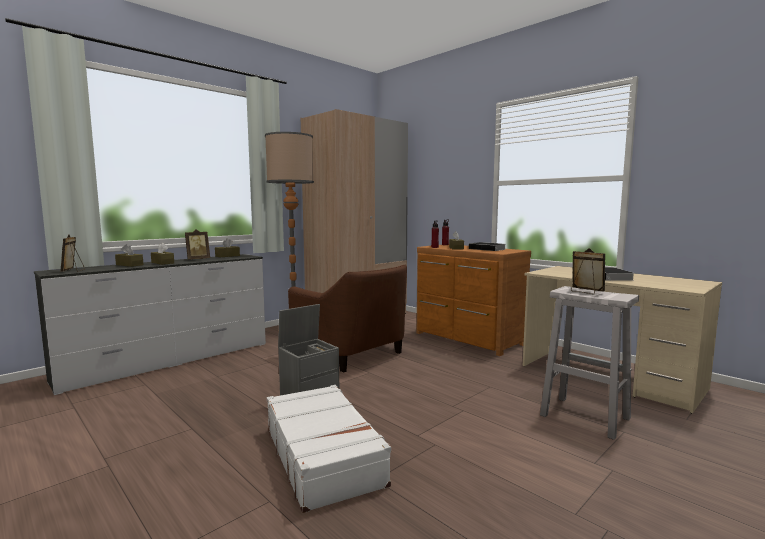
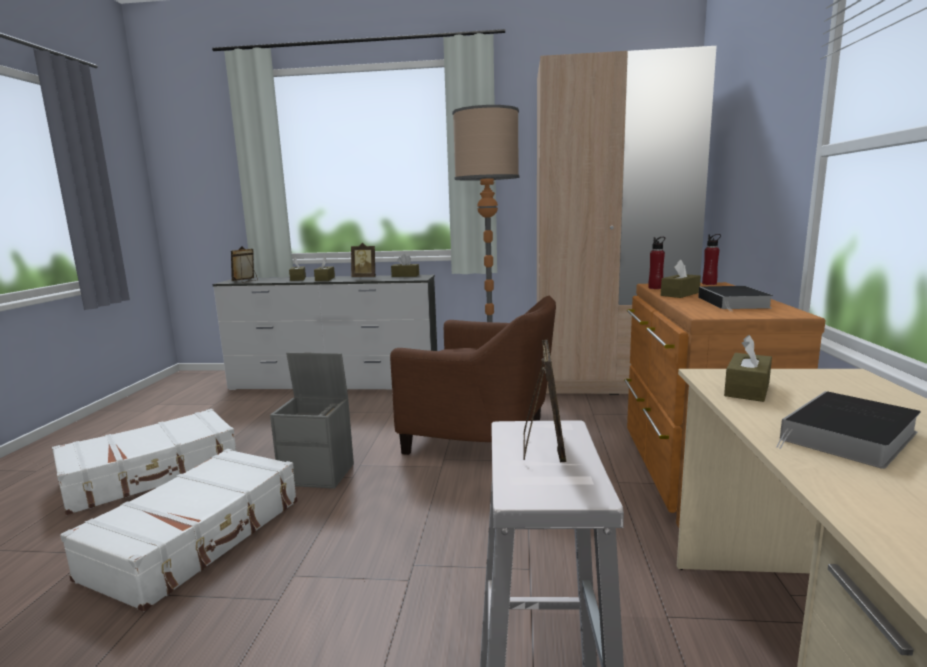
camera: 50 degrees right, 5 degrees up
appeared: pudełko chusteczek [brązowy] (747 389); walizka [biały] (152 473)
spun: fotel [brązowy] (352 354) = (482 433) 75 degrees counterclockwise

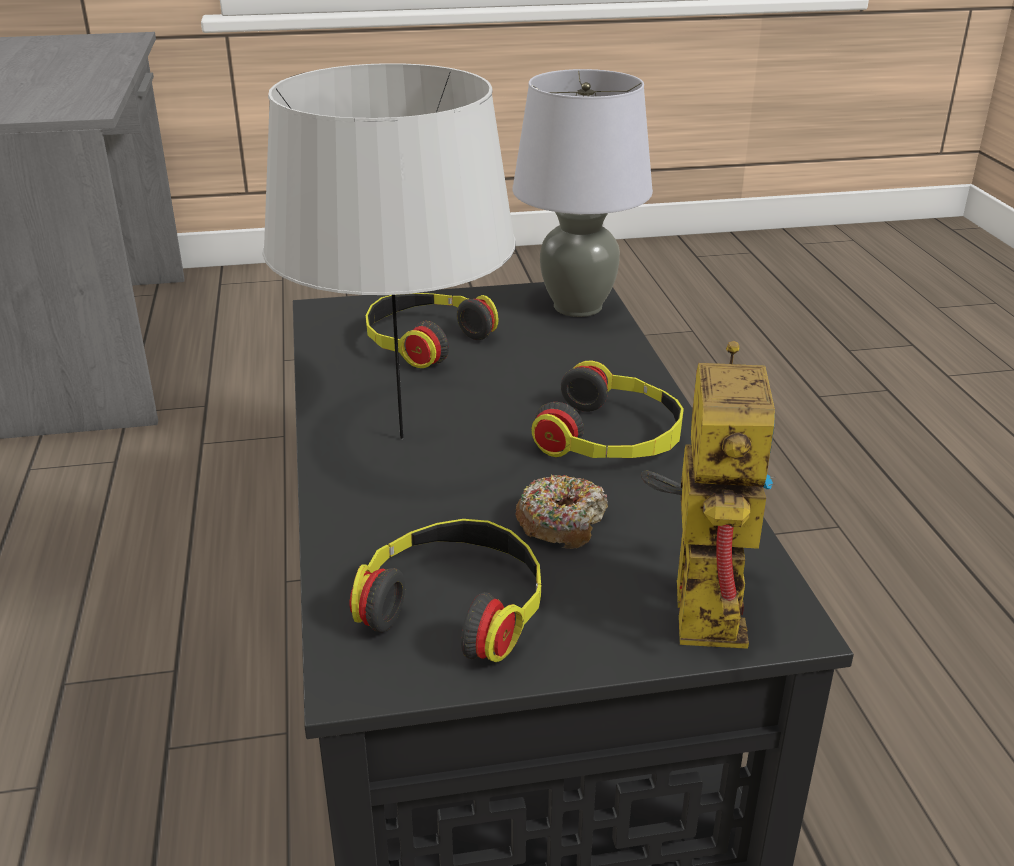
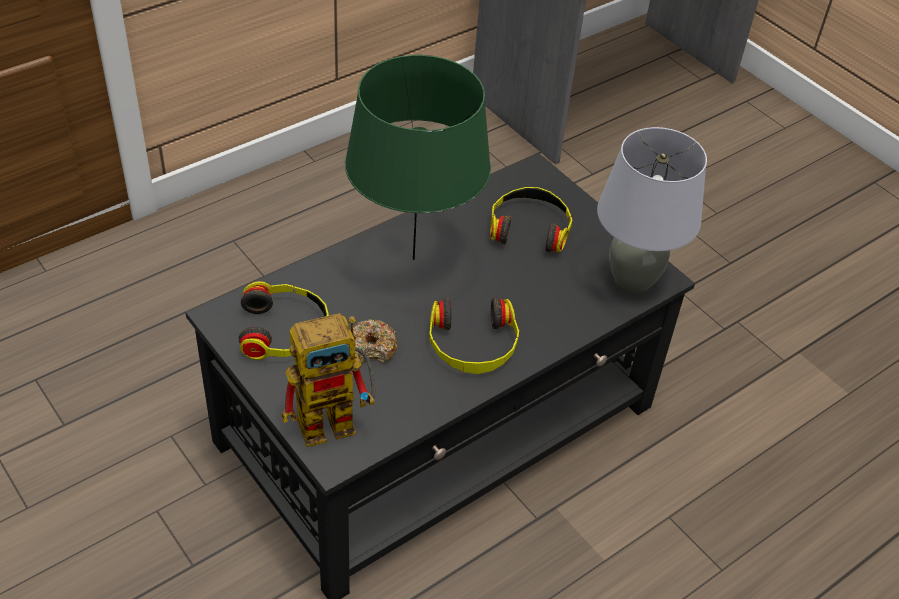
camera: 60 degrees right, 15 degrees up
colour: lampa stołowa [szary] (400 438) to lampa stołowa [zielony] (413 258)

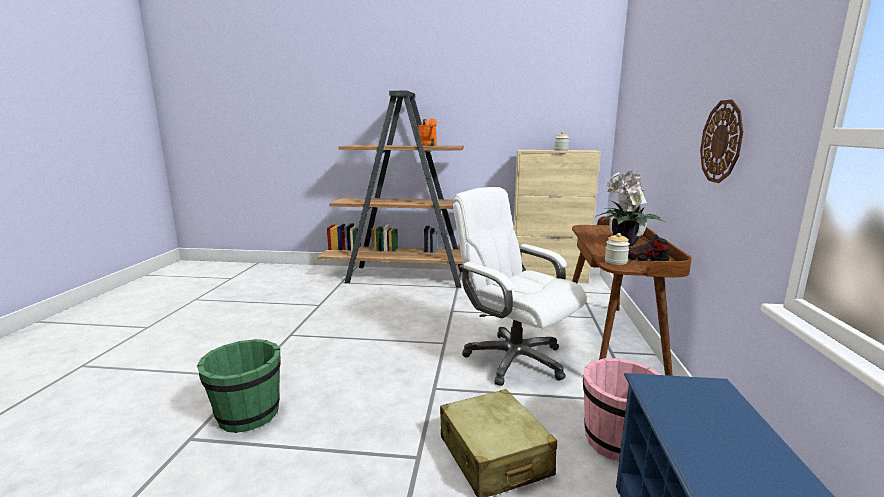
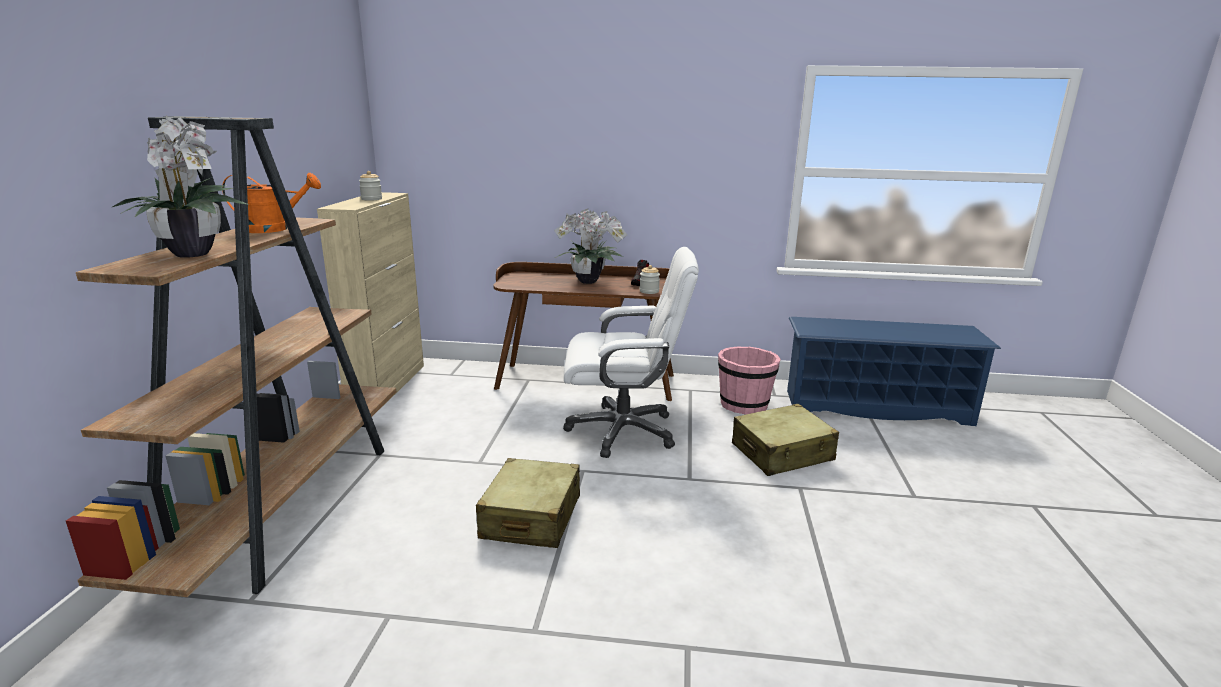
camera: 90 degrees left, 5 degrees up
missing: zegar ścienny (721 141); wiadro [zielony] (247 415)
appeared: roślina doniczkowa (193 253); walizka [beżowy] (531 517)
spun: krzesło biurowe [biały] (514 359) = (624 430) 135 degrees counterclockwise

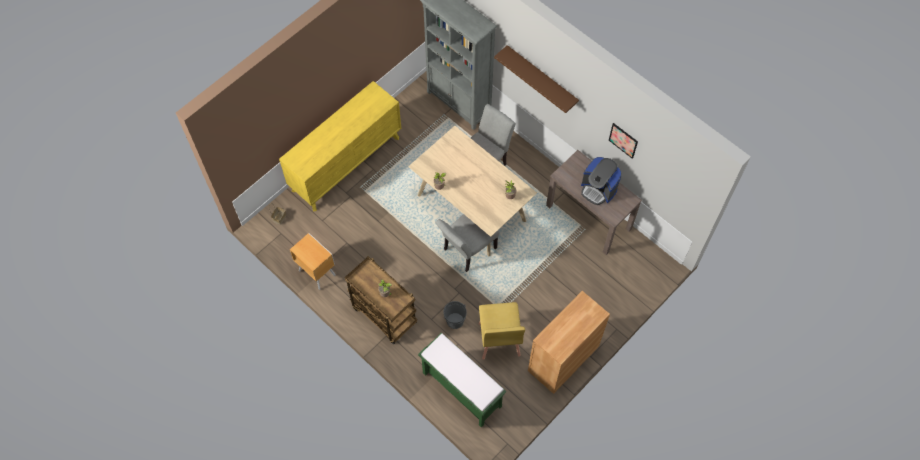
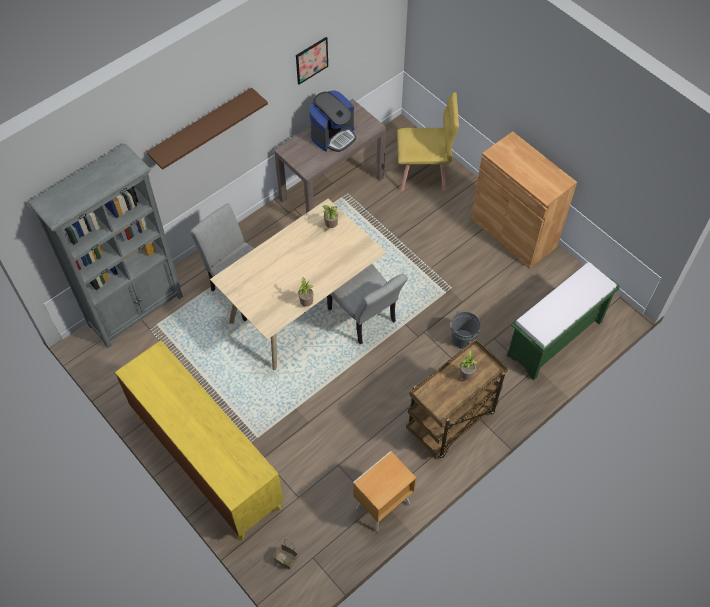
camera: 85 degrees left, 5 degrees down
relocated: krzesło [żółty] (499 340) to (423 174)

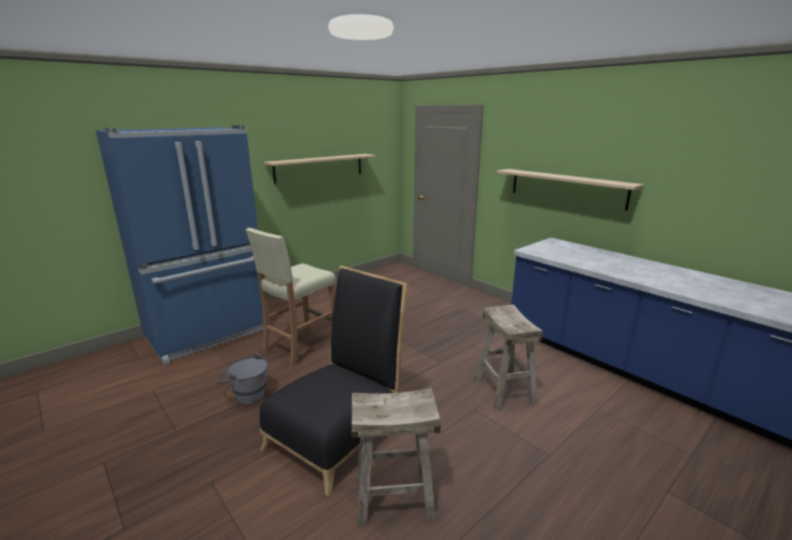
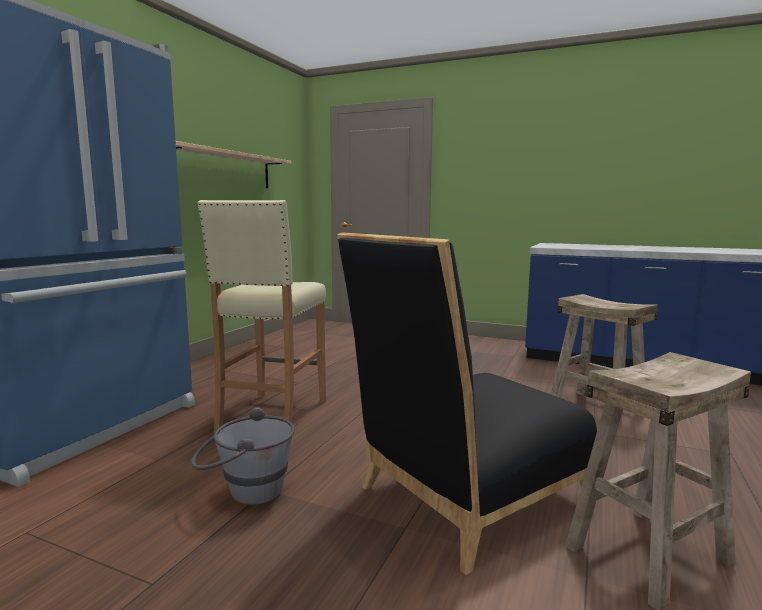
camera: 25 degrees left, 10 degrees down
missing: półka (566 188)
spun: krzesło [czarny] (339 432) = (464 499) 135 degrees counterclockwise

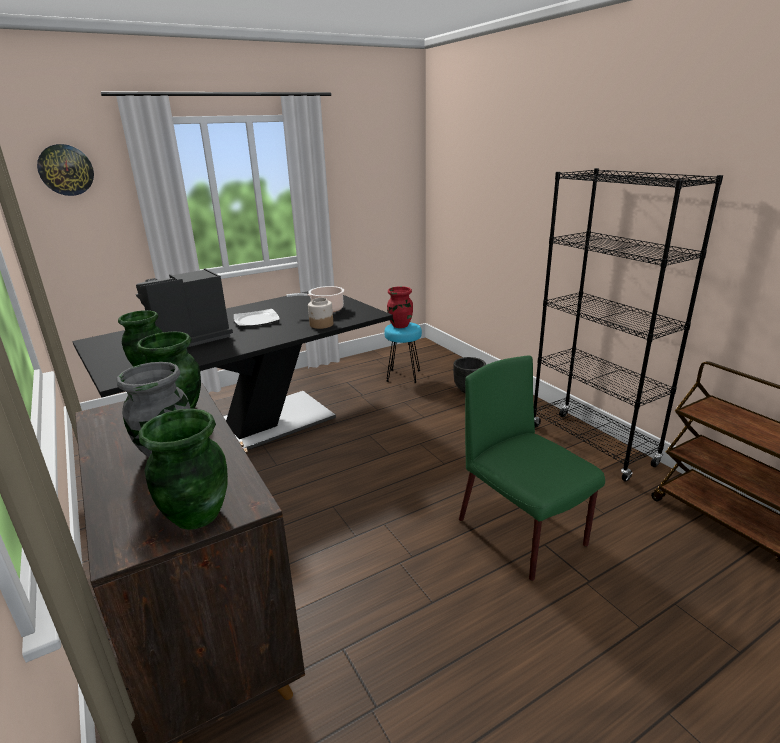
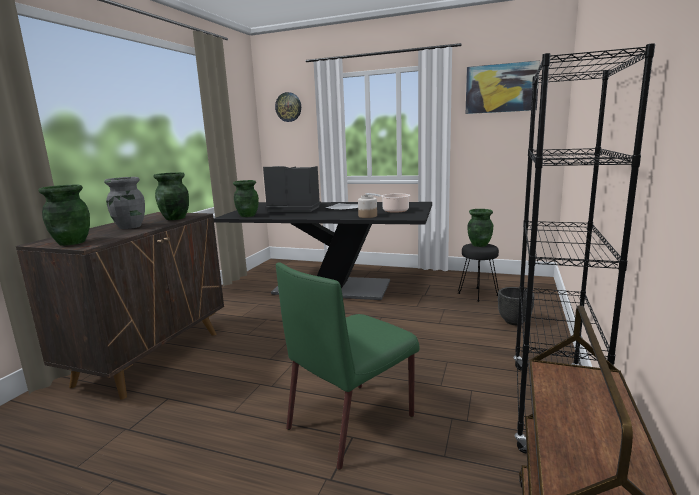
camera: 50 degrees right, 10 degrees down
appeared: obraz (501 88)
colour: wazon [czerwony] (400 325) to wazon [zielony] (479 245); stołek [turkusowy] (404 376) to stołek [czarny] (478 295)
spun: krzesło [zielony] (523 533) = (352 421) 150 degrees counterclockwise

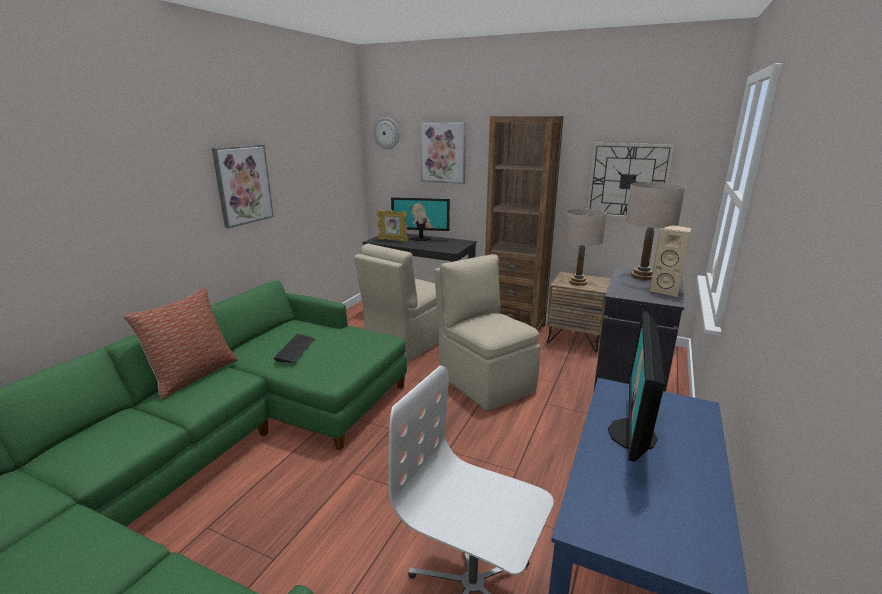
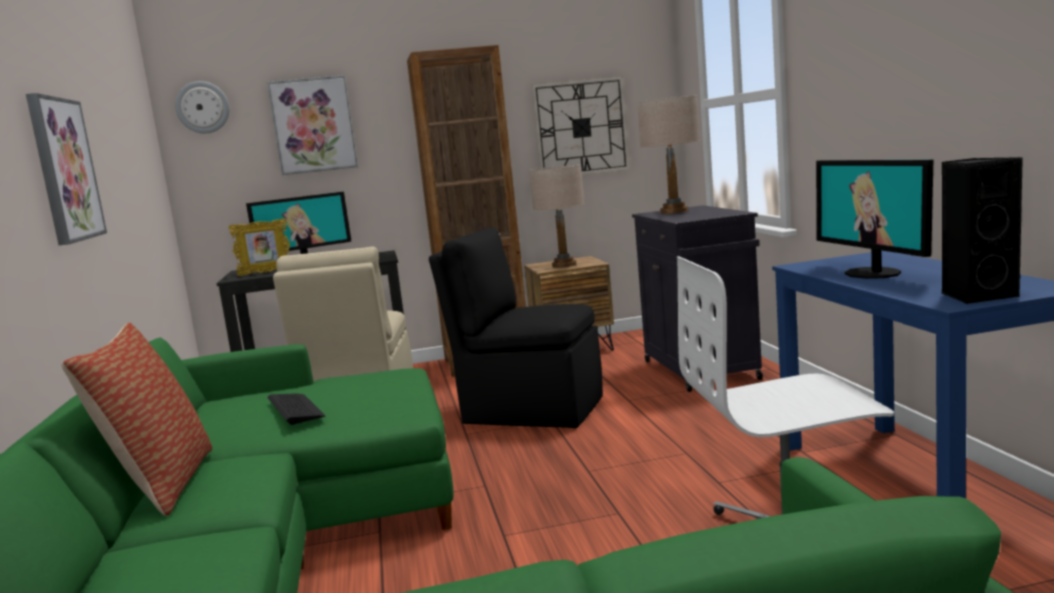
camera: 35 degrees left, 10 degrees down
missing: głośnik [beżowy] (666 291)
appeared: głośnik [czarny] (976 296)
colour: krzesło [beżowy] (484 381) to krzesło [czarny] (530 410)

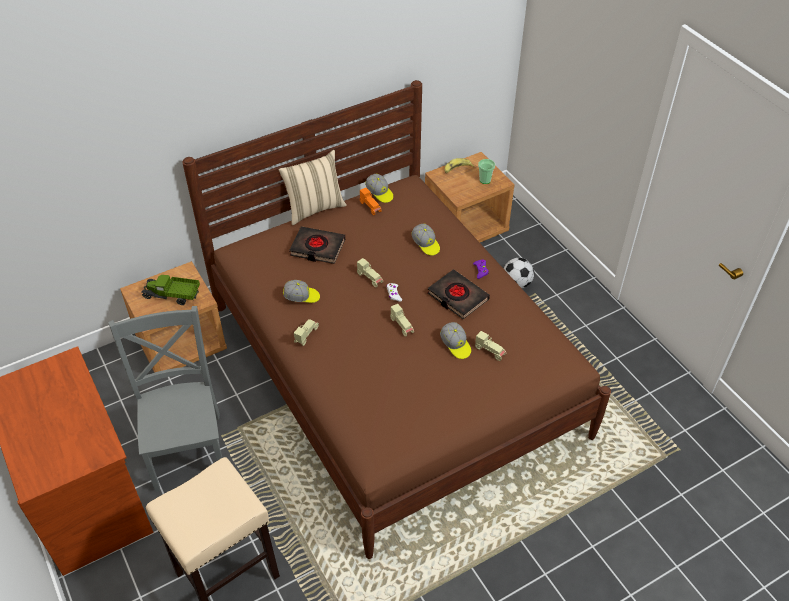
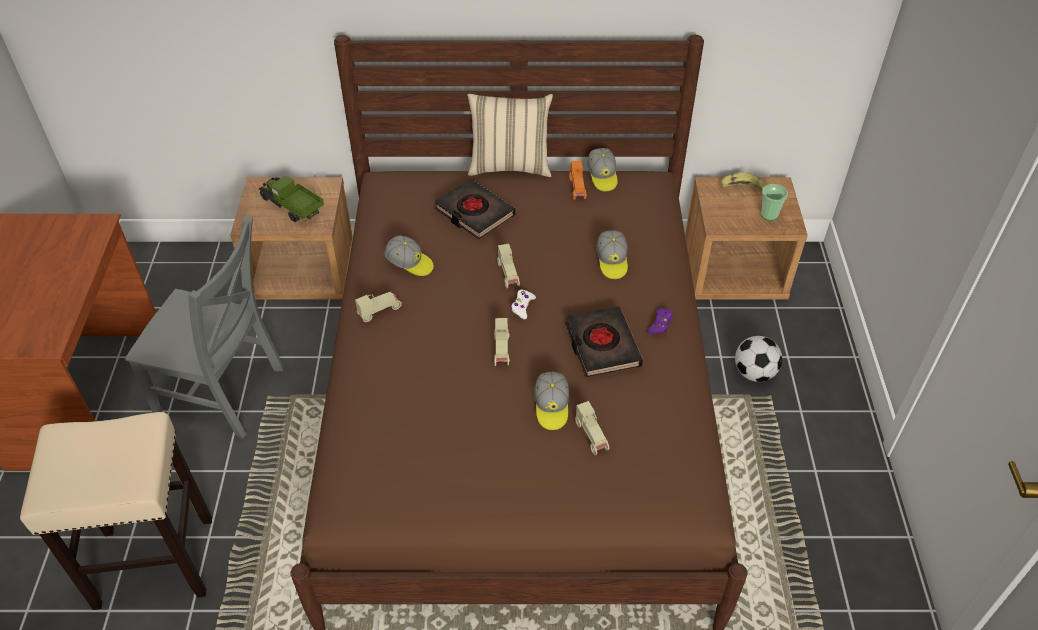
camera: 30 degrees right, 0 degrees up
spun: krzesło [szary] (188 447) = (225 393) 90 degrees clockwise

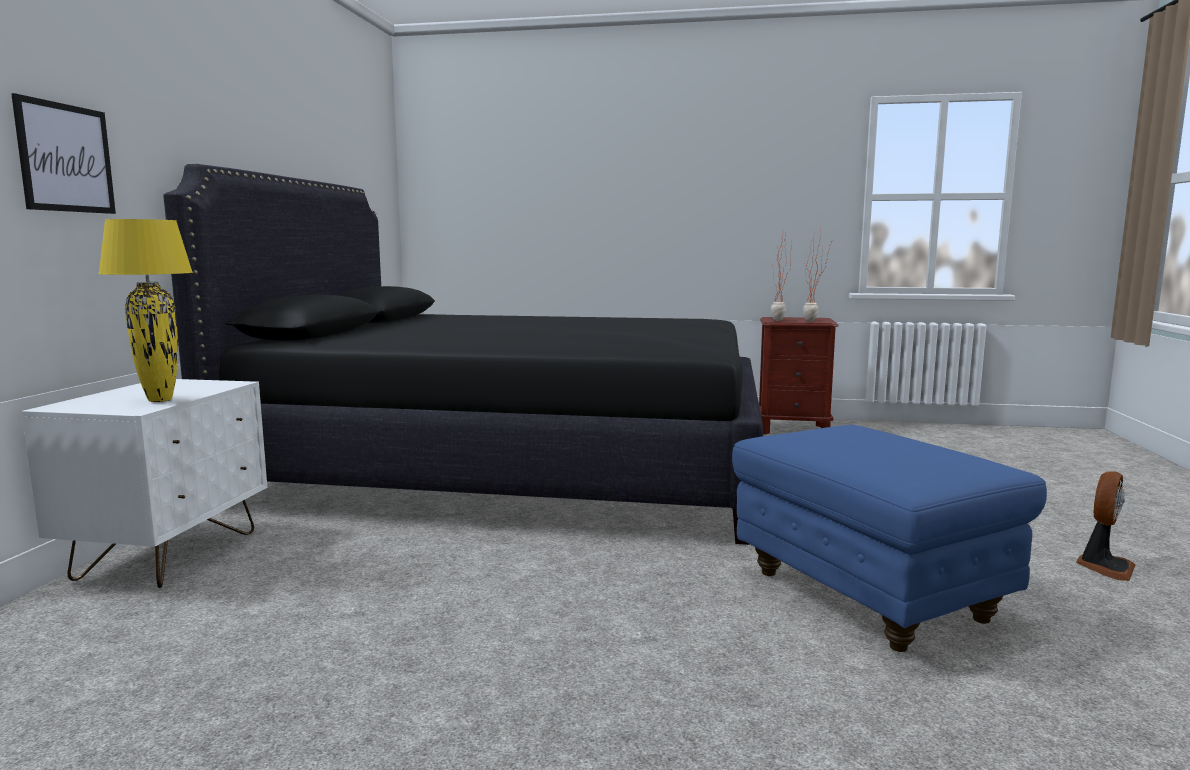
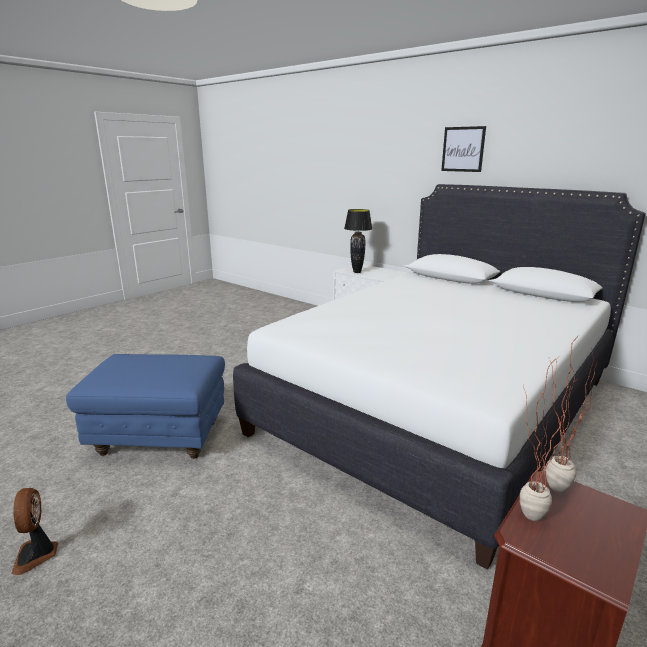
camera: 120 degrees right, 10 degrees up
relocated: obraz (65 158) to (463 149)
colour: łóżko [czarny] (514 469) to łóżko [biały] (438 405); lampa stołowa [żółty] (161 400) to lampa stołowa [czarny] (357 272)

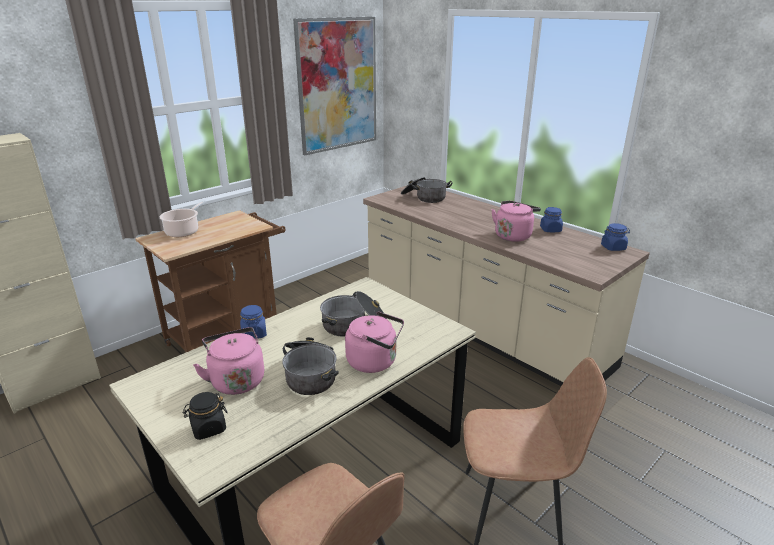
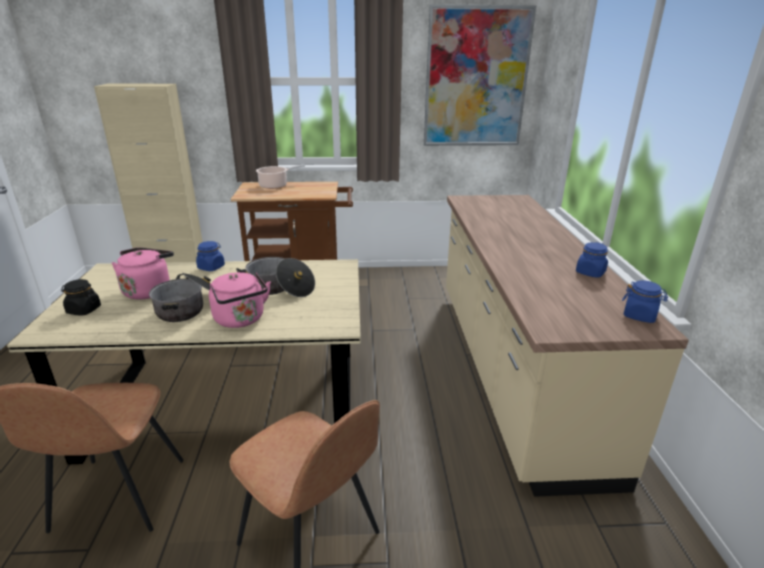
camera: 40 degrees right, 0 degrees up
missing: garnek (424 197); czajnik [różowy] (513 235)

